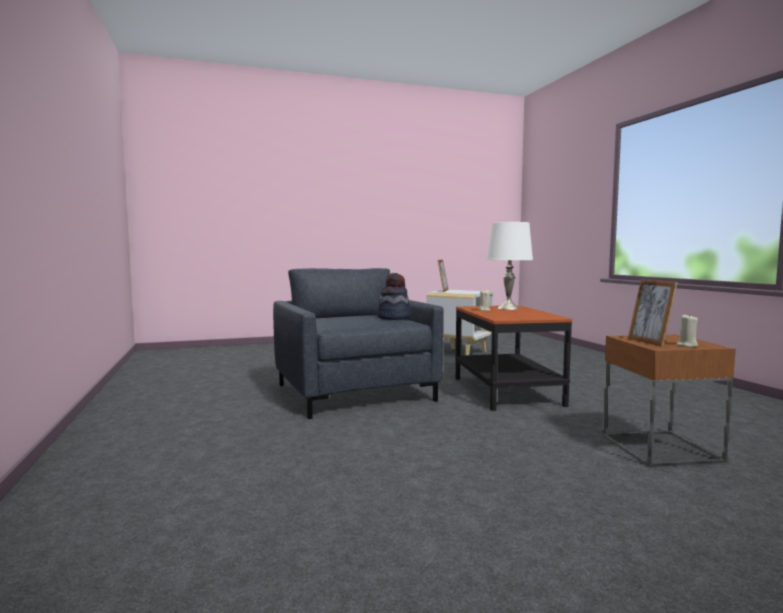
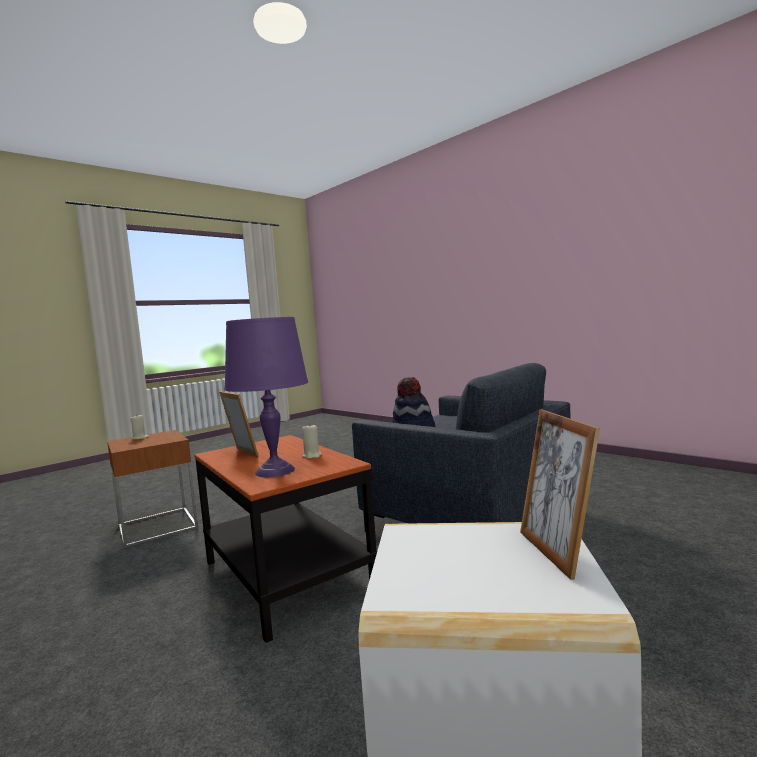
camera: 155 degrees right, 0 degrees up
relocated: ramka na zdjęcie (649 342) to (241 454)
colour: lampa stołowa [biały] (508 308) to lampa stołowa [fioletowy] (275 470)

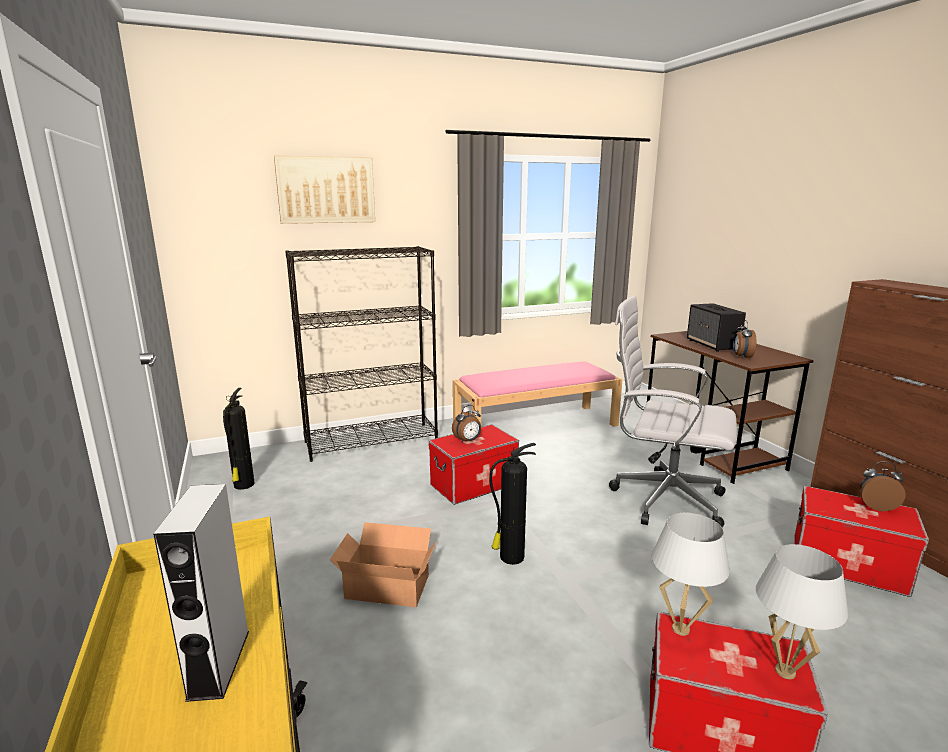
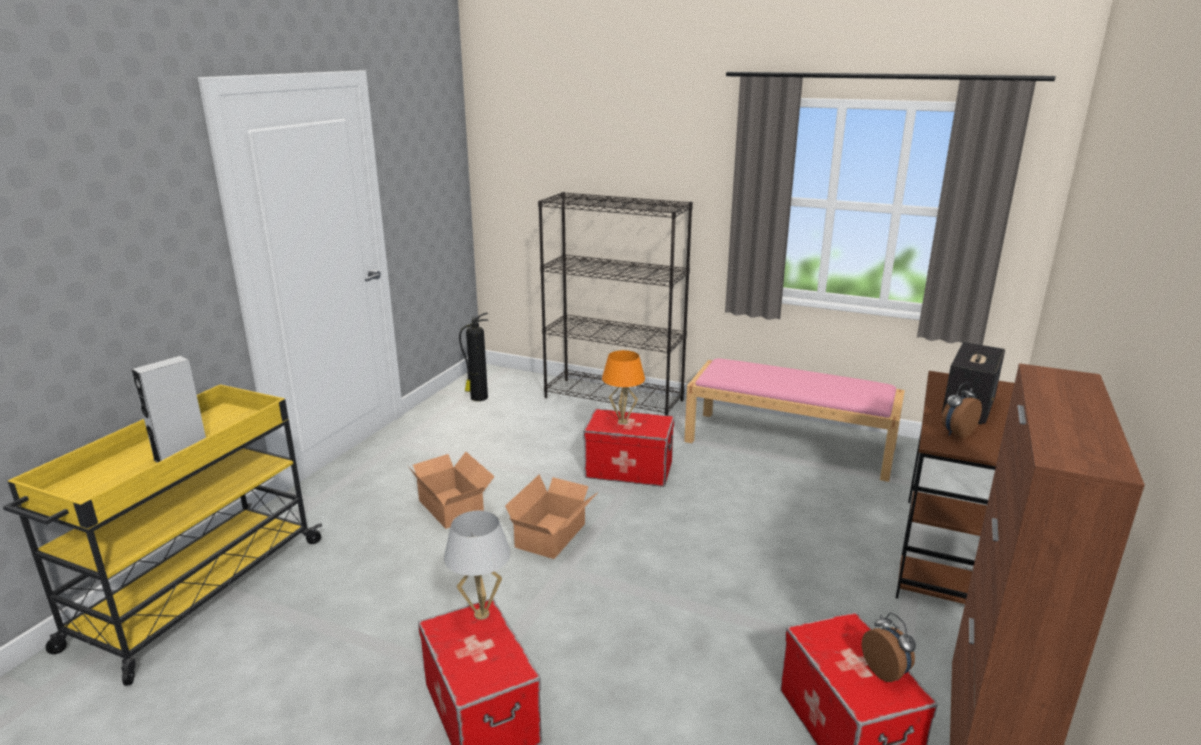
camera: 45 degrees right, 5 degrees up
missing: obraz (326 190); krzesło biurowe [biały] (662 499); lampa stołowa [biały] (785 671)
exchanged: budzik (467 441) to lampa stołowa [pomarańczowy] (622 422); gaśnica (510 557) to karton (554 535)

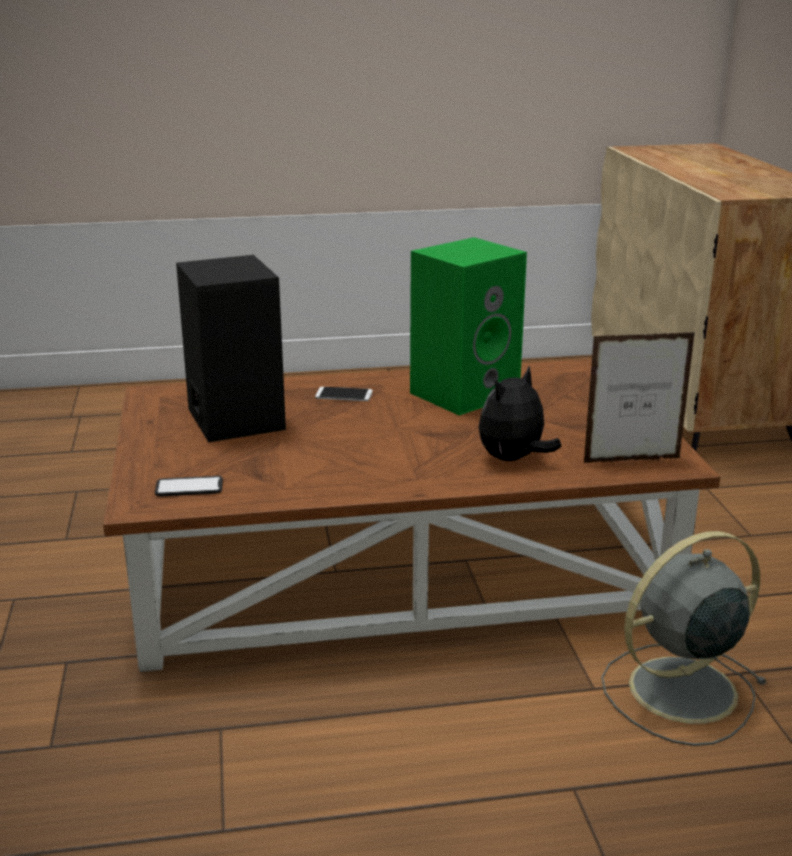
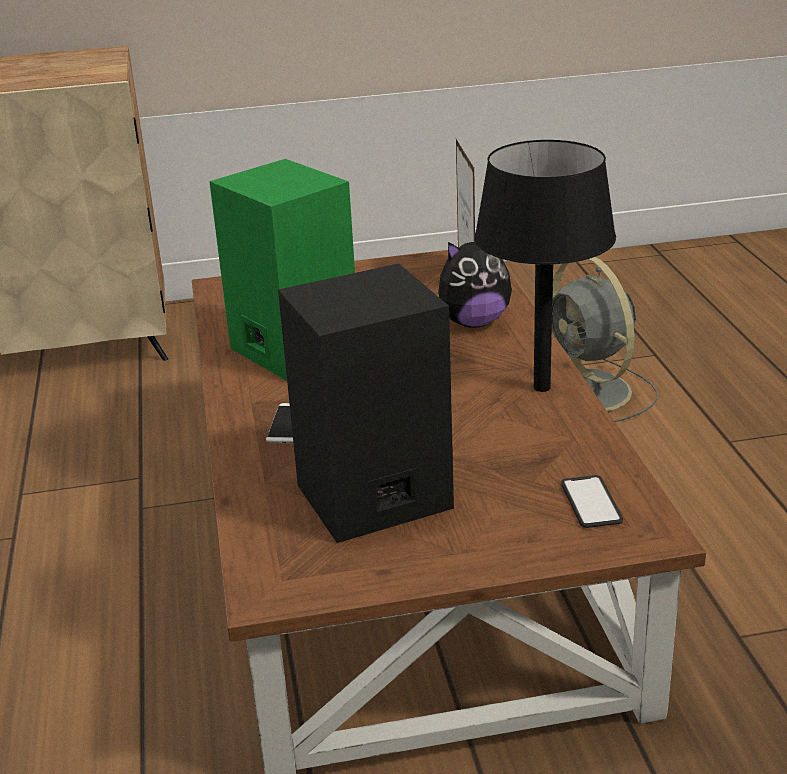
camera: 90 degrees left, 5 degrees up
appeared: lampa stołowa [czarny] (542 388)
spun: pluszak (513 459) = (473 322) 60 degrees counterclockwise

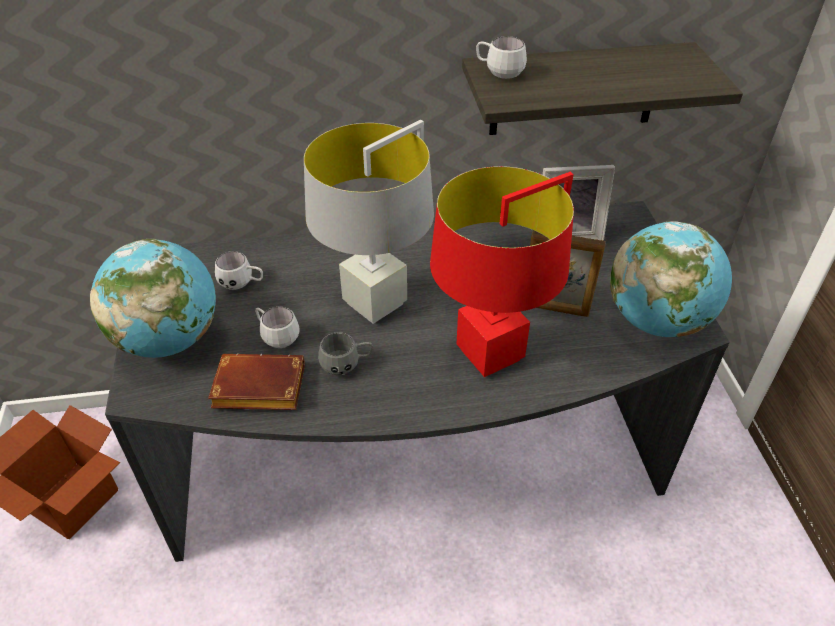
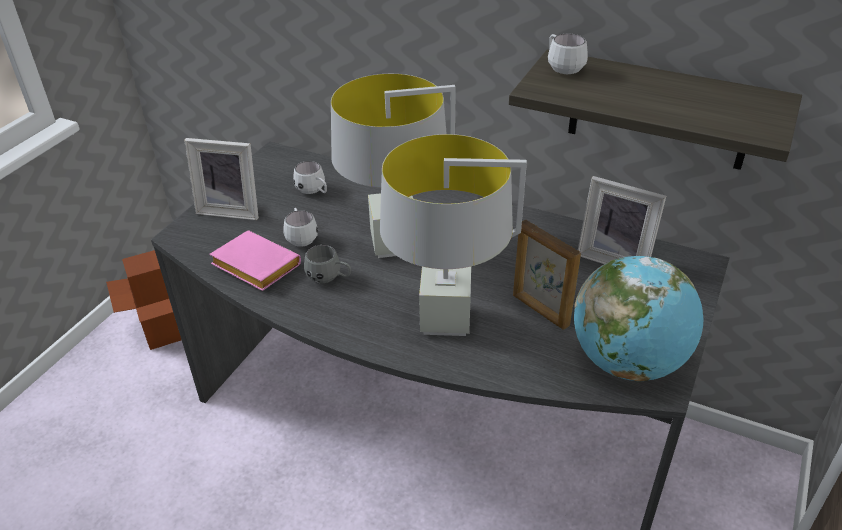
camera: 35 degrees right, 5 degrees down
exchanged: globus (169 339) to ramka na zdjęcie (231 209)
colour: lampa stołowa [czerwony] (490 355) to lampa stołowa [szary] (446 320); książka [brązowy] (256 389) to książka [różowy] (253 266)

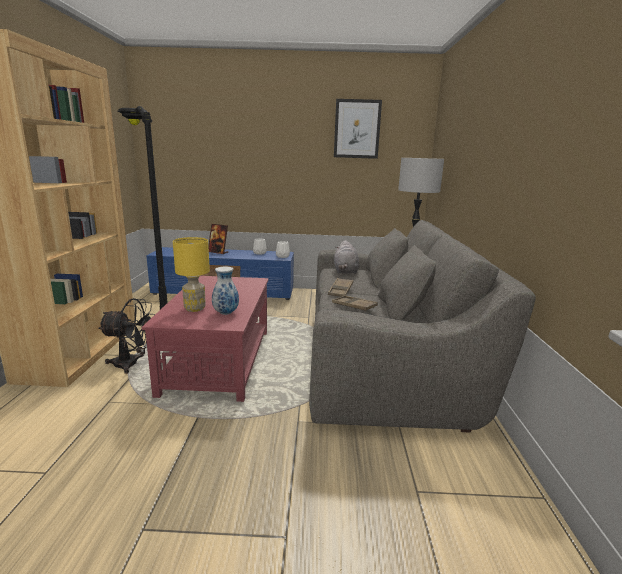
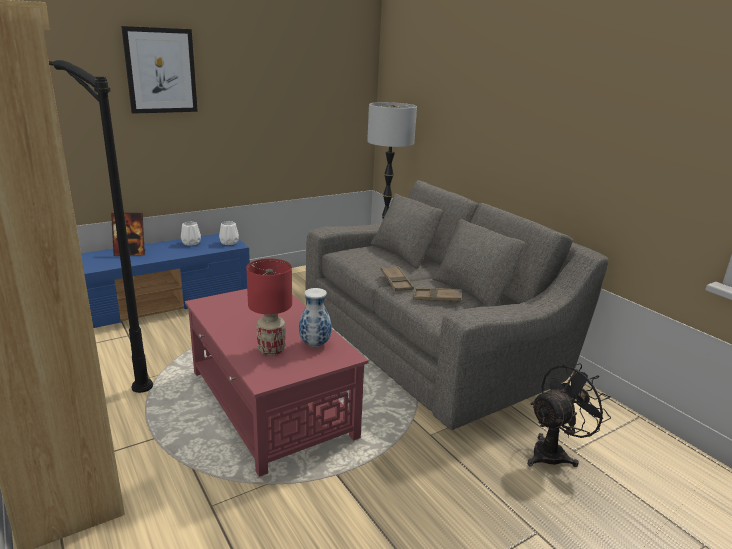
camera: 35 degrees left, 5 degrees up
missing: pluszak [szary] (345 271)
relocated: obraz (357 129) to (161 71); wentylator [czarny] (132 364) to (554 452)
colour: lampa stołowa [żółty] (194 308) to lampa stołowa [czerwony] (270 350)

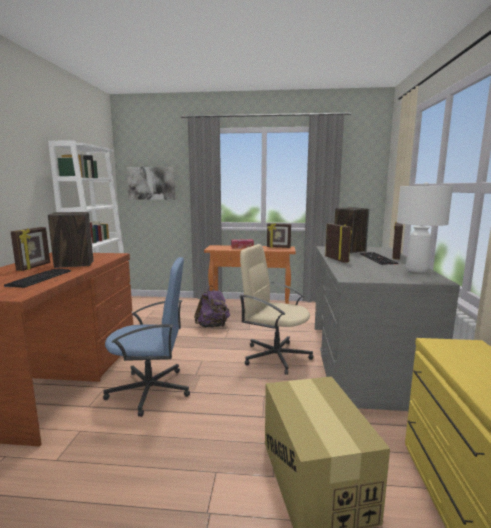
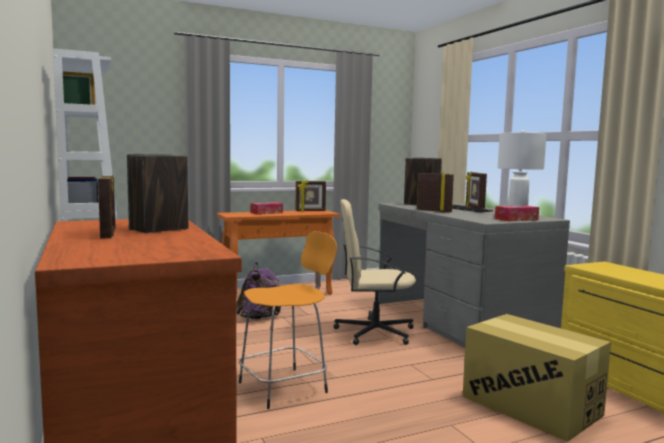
camera: 30 degrees left, 5 degrees down
missing: obraz (151 183); klawiatura (40 278)
appeared: pudełko chusteczek (516 219)
exchanged: krzesło biurowe [niebieski] (151 390) to stołek [pomarańczowy] (285 387)

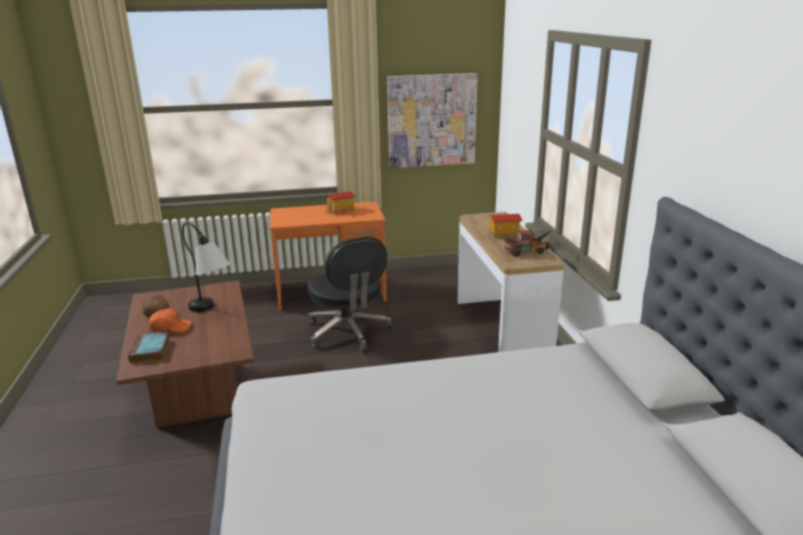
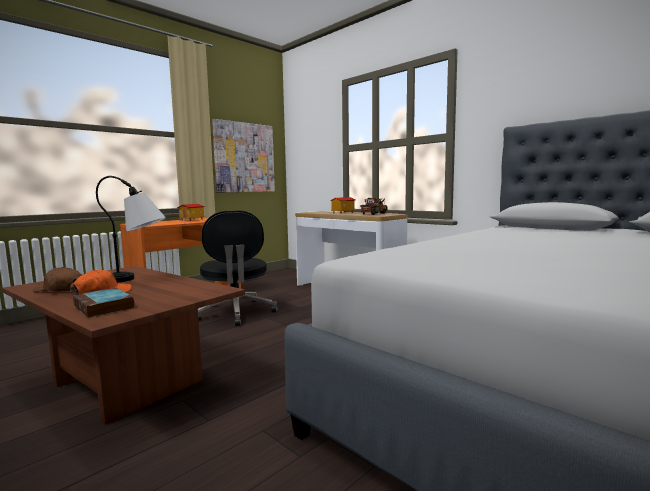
camera: 35 degrees left, 15 degrees down
spun: krzesło biurowe [czarny] (348 333) = (236 313) 45 degrees clockwise

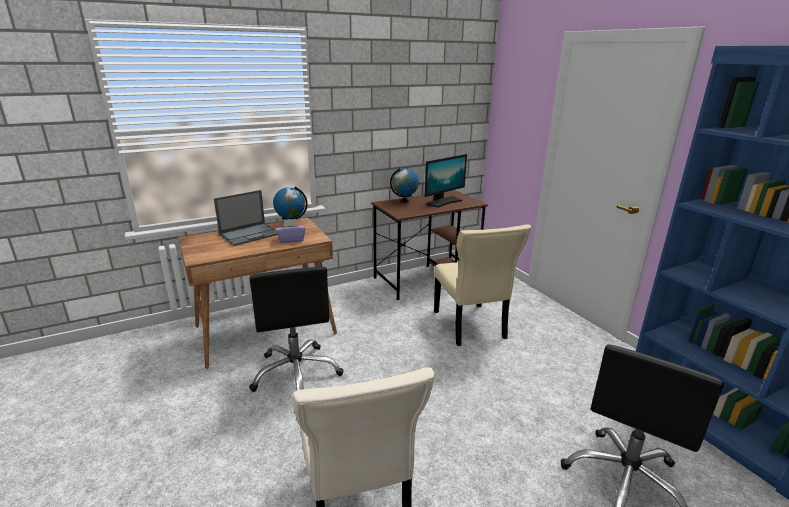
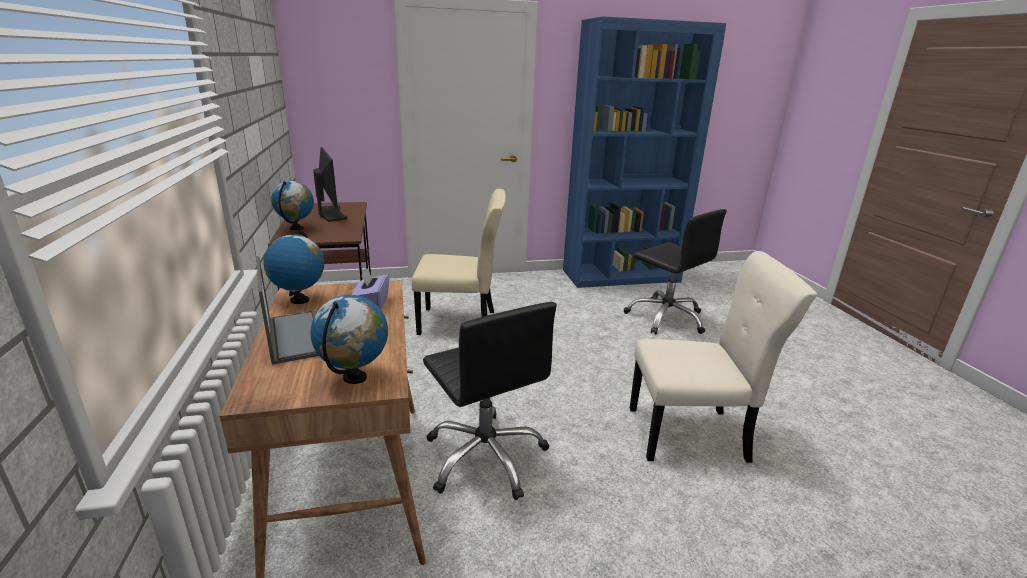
camera: 75 degrees left, 0 degrees up
appeared: globus (355 378)
spun: krzesło biurowe [czarny] (297 373) = (486 456) 60 degrees clockwise

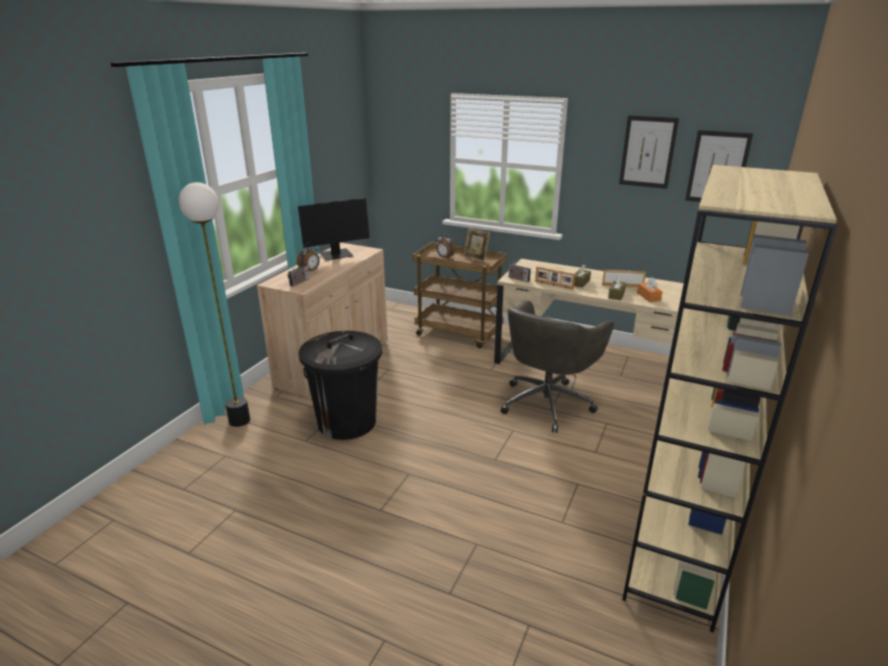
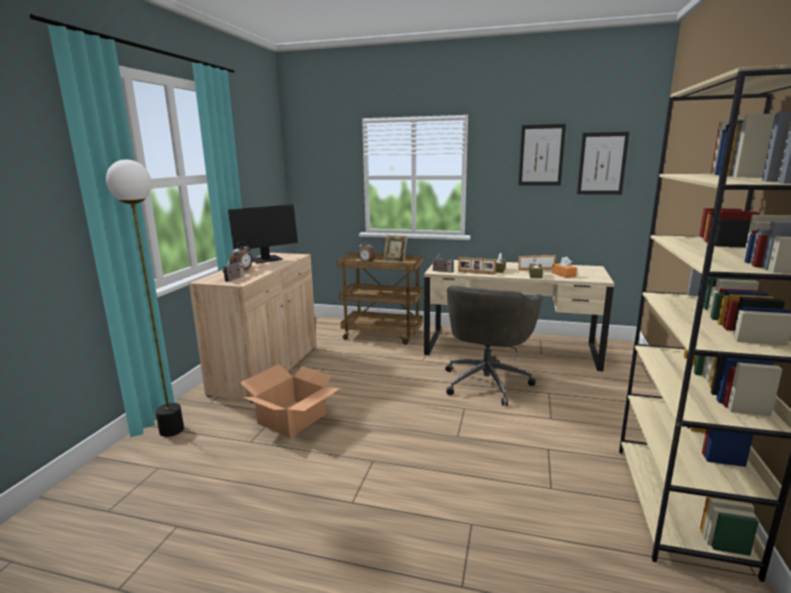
camera: 10 degrees left, 10 degrees down
exchanged: kosz na śmieci [czarny] (347 422) to karton (293 419)

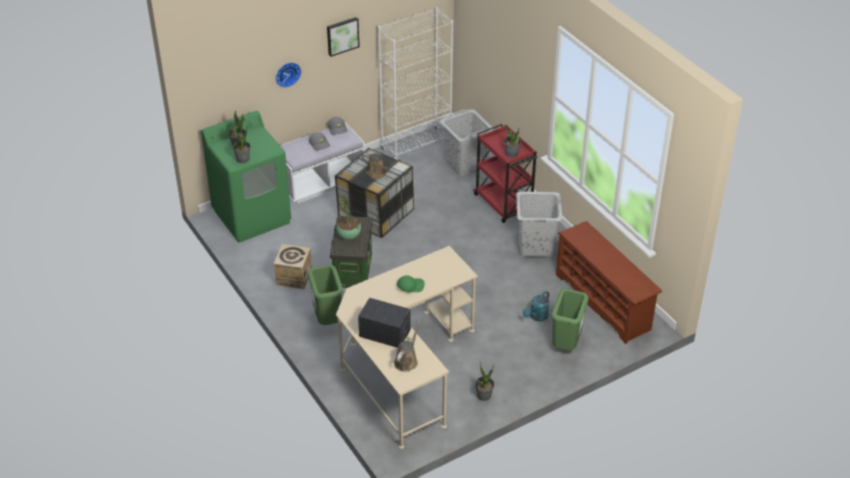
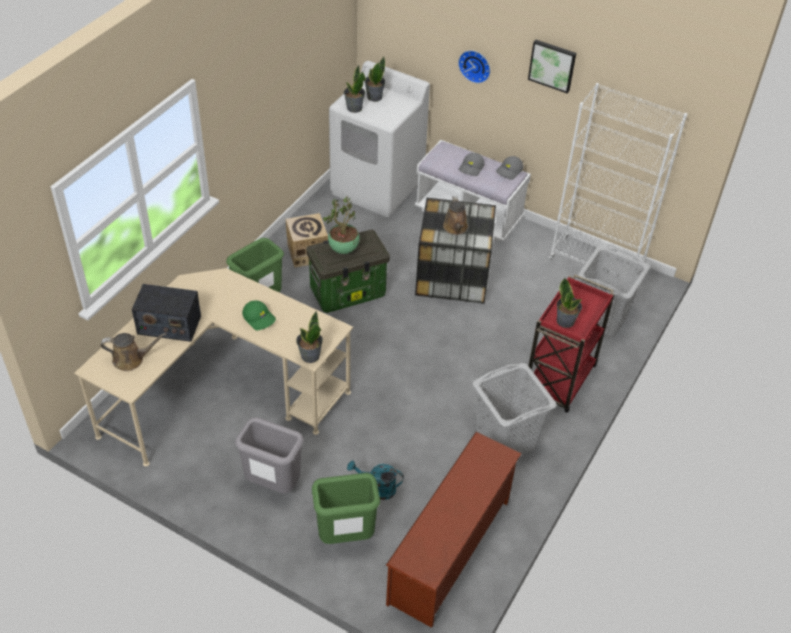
camera: 60 degrees right, 5 degrees up
appeared: kosz na śmieci [szary] (272 485)
relocated: roślina doniczkowa (484 395) to (310 356)
colour: pralka [zielony] (252 216) to pralka [biały] (377 187)
spun: radio (385 333) = (168 325) 105 degrees clockwise

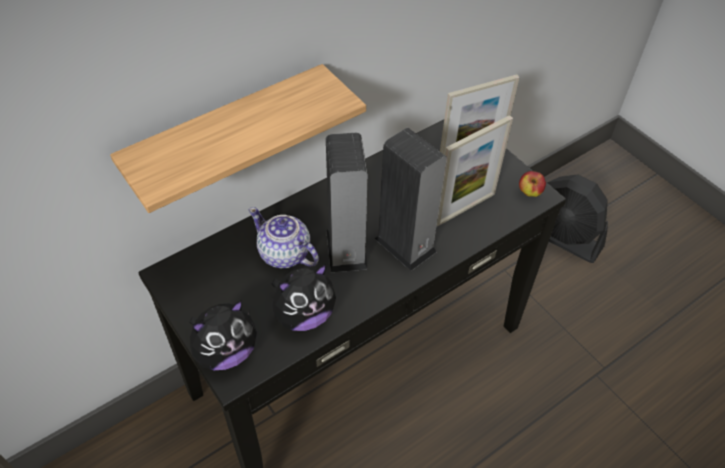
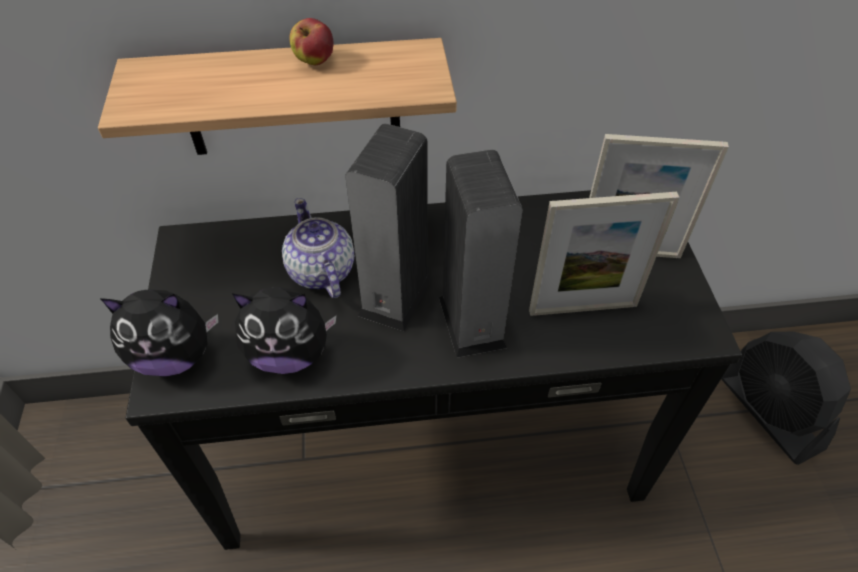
camera: 30 degrees right, 0 degrees up
relocated: jabłko (529 192) to (314 61)

